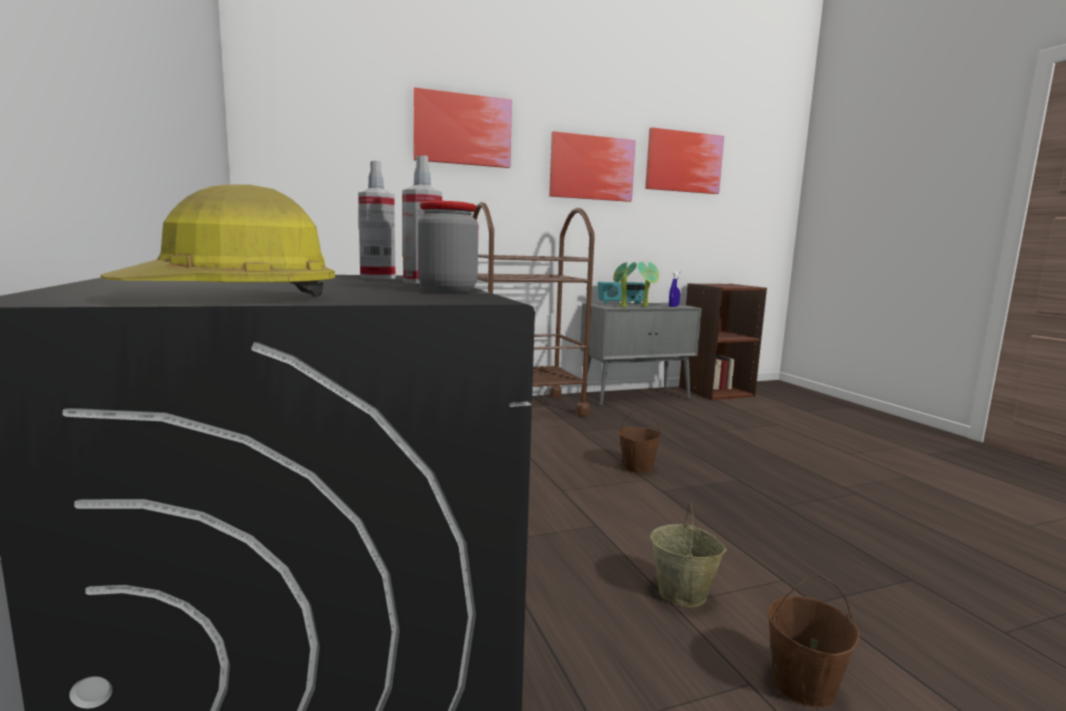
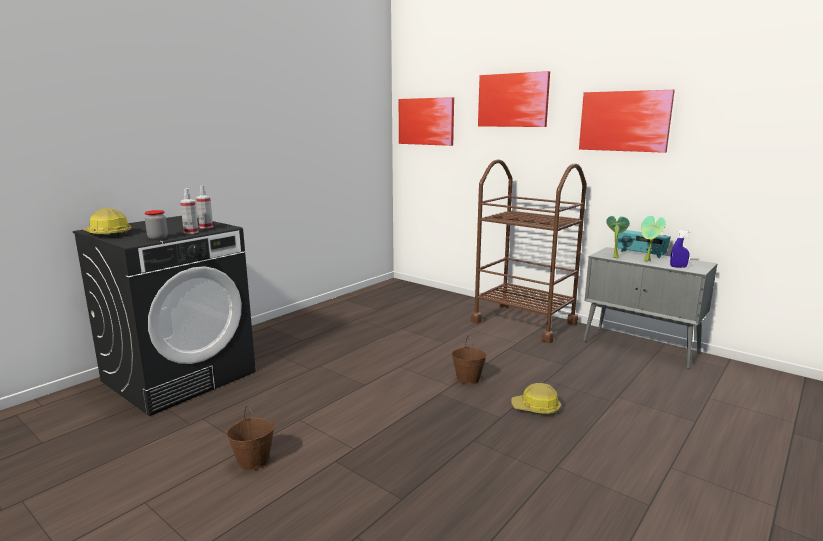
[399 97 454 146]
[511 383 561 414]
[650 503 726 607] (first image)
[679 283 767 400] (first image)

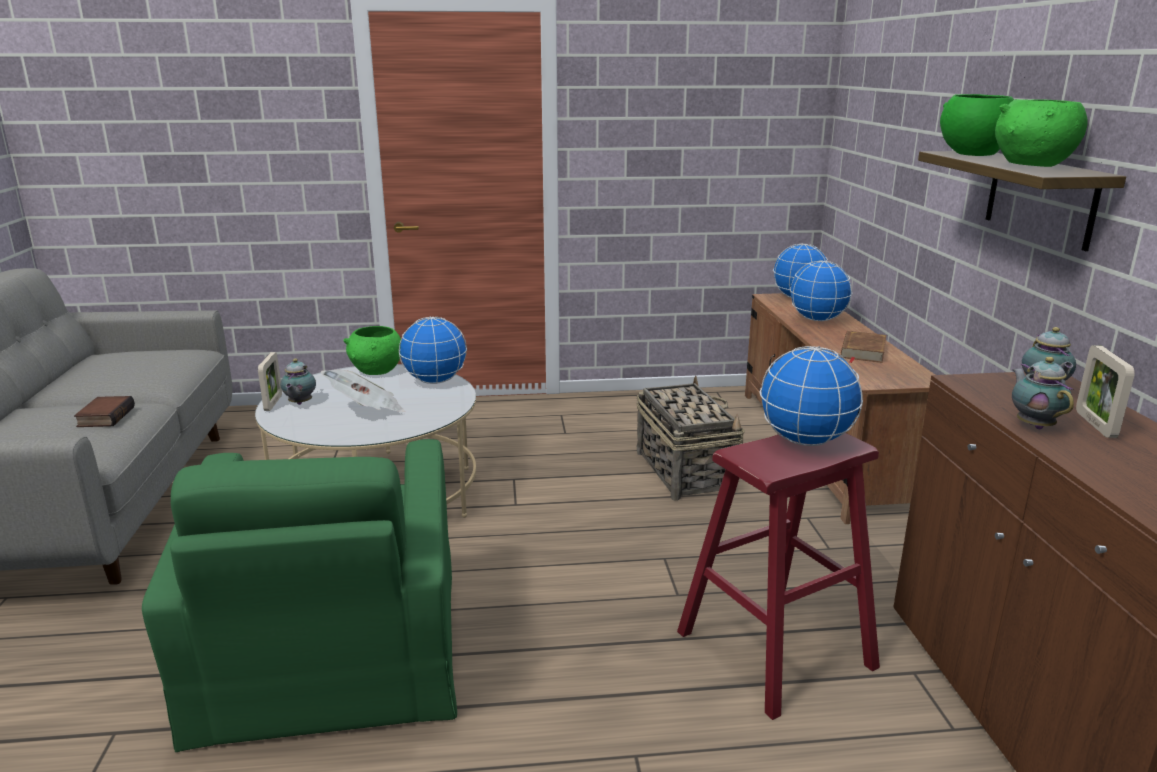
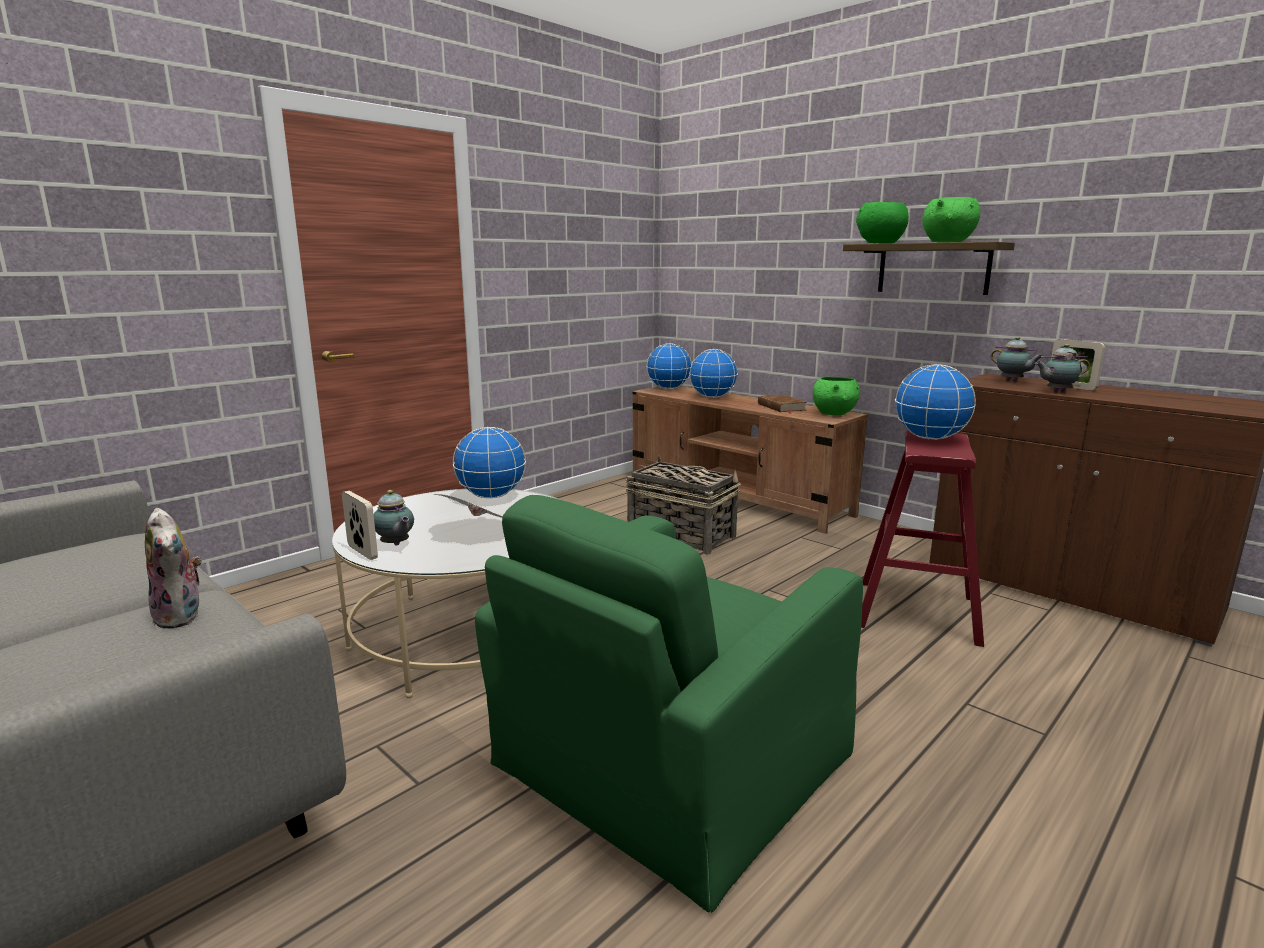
[145 508 202 629]
[475 495 863 913]
[813 377 860 415]
[1035 344 1090 392]

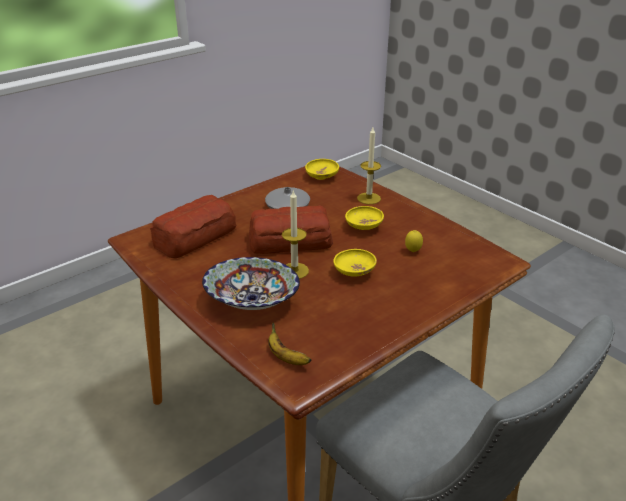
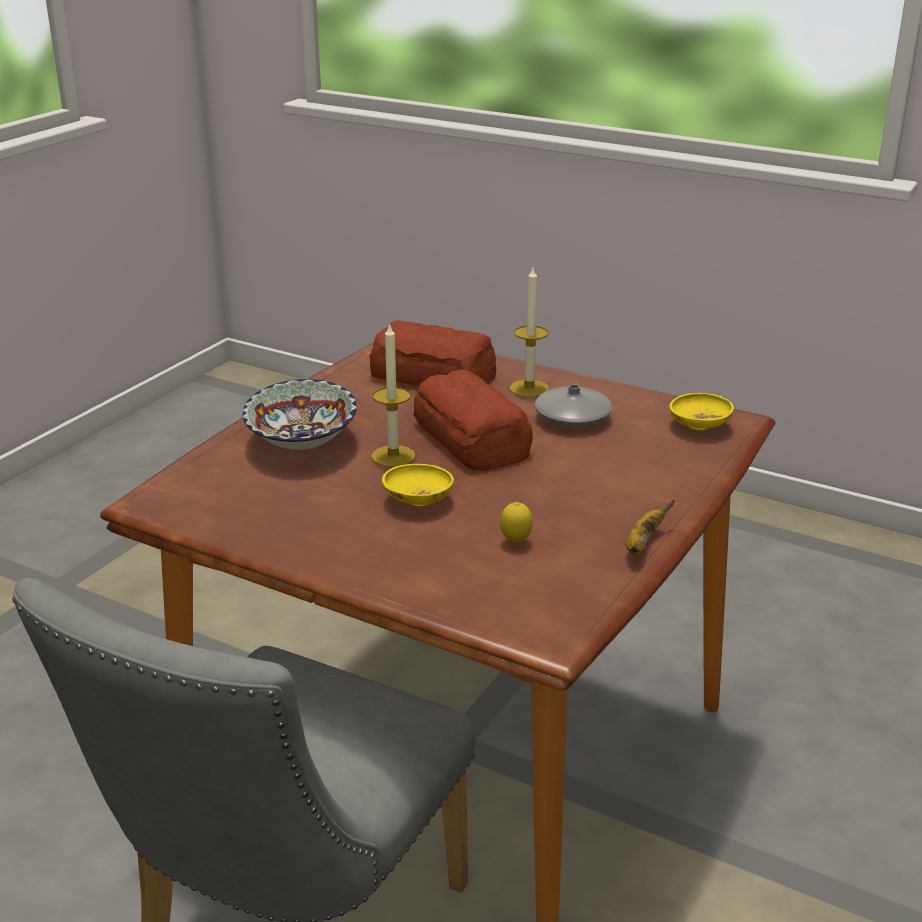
[510 268 549 397]
[626 500 675 555]
[345 206 384 230] (first image)

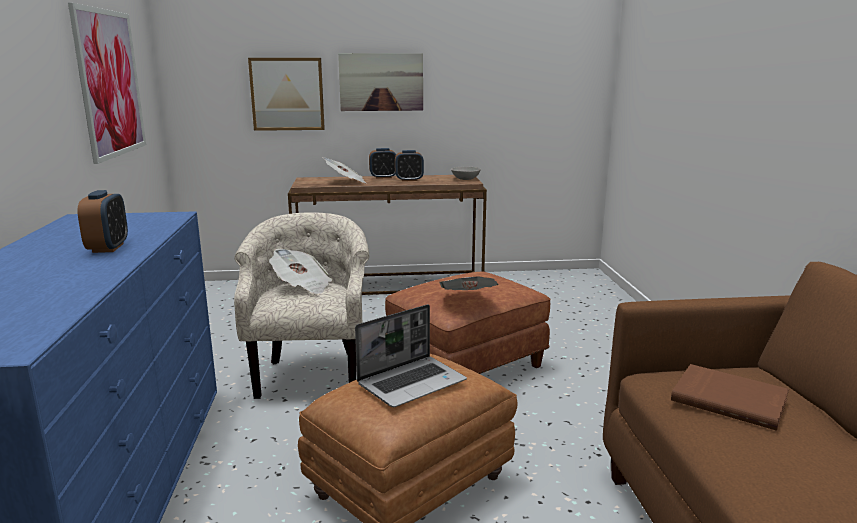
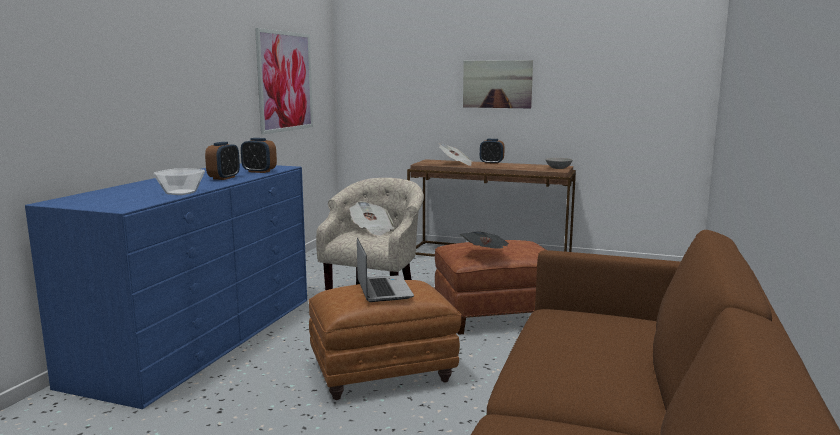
[153 168 205 195]
[241 138 277 173]
[357 238 414 302]
[248 58 325 131] (first image)
[671 364 789 431] (first image)

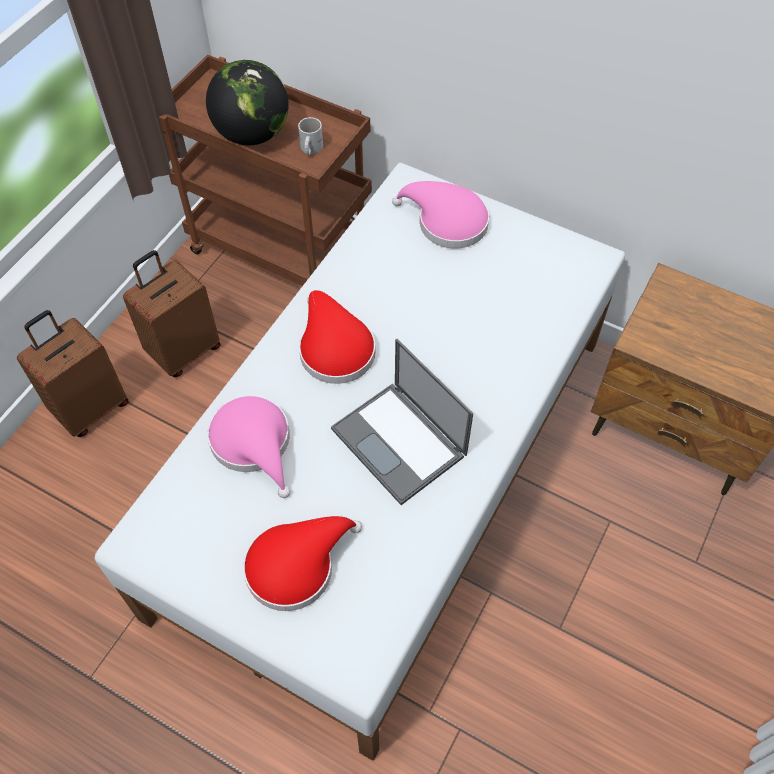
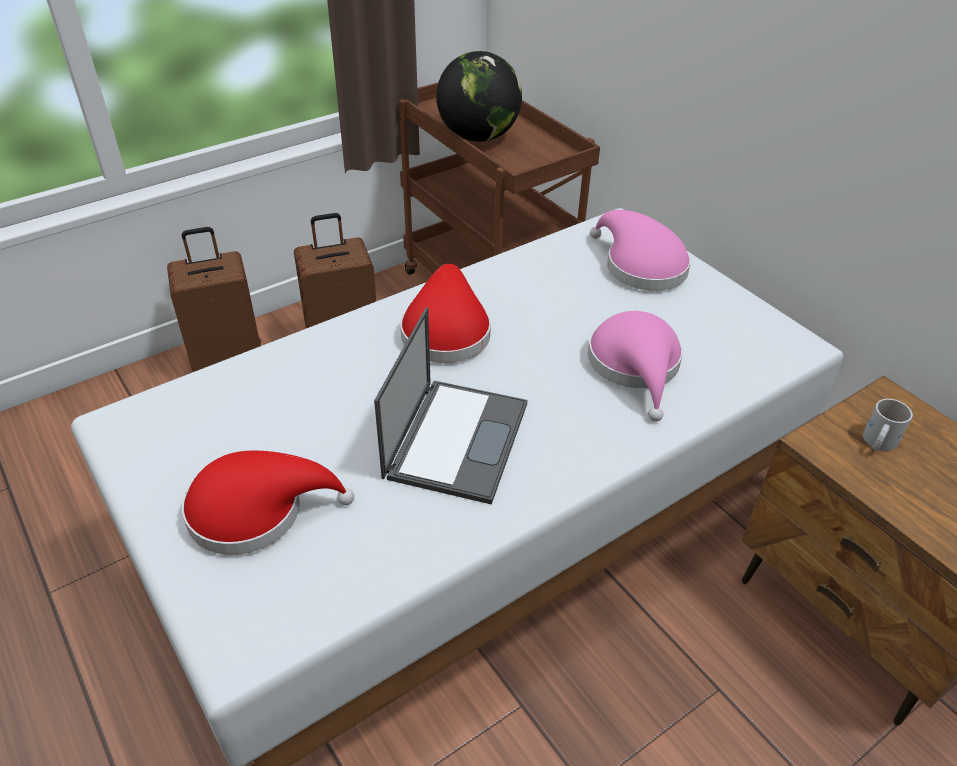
[374 307 527 505]
[588 311 683 422]
[863 399 913 451]

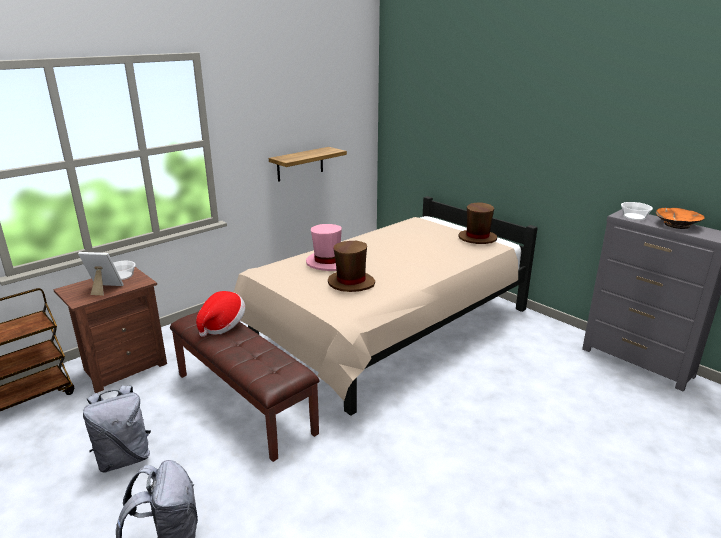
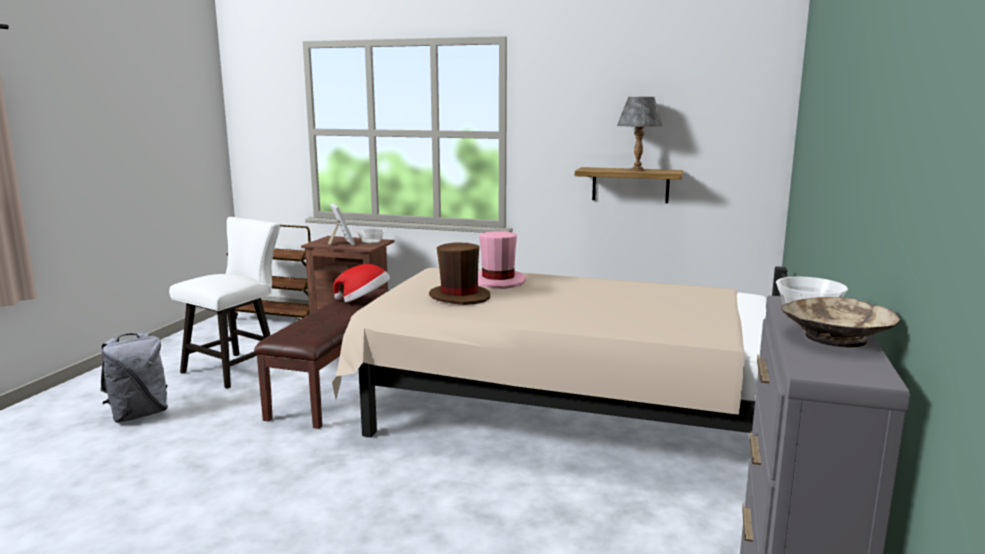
[169 217 280 389]
[617 97 663 171]
[781 297 900 347]
[458 202 497 244] (first image)

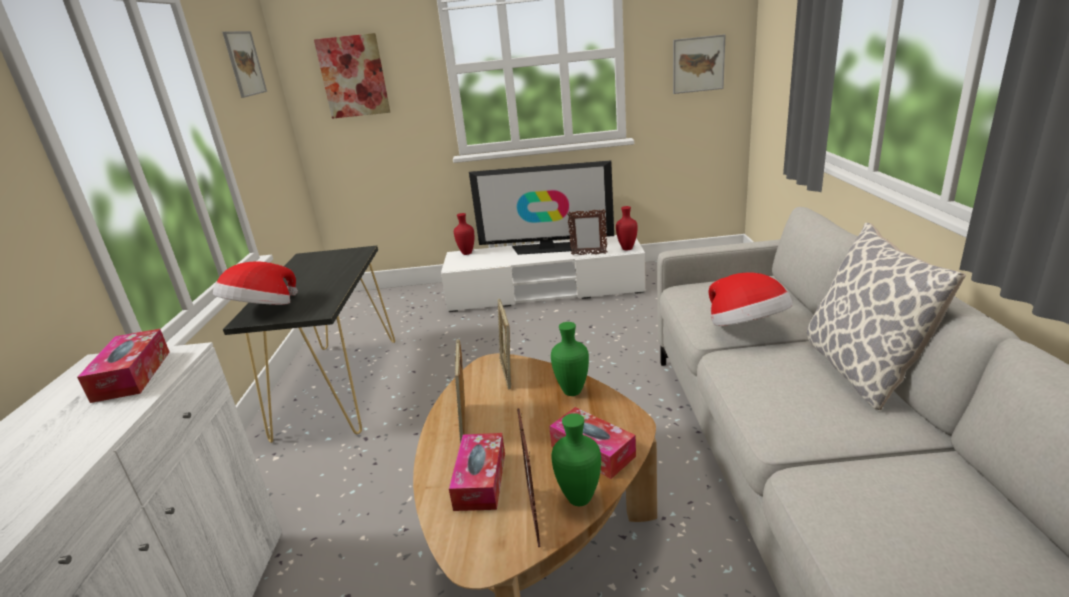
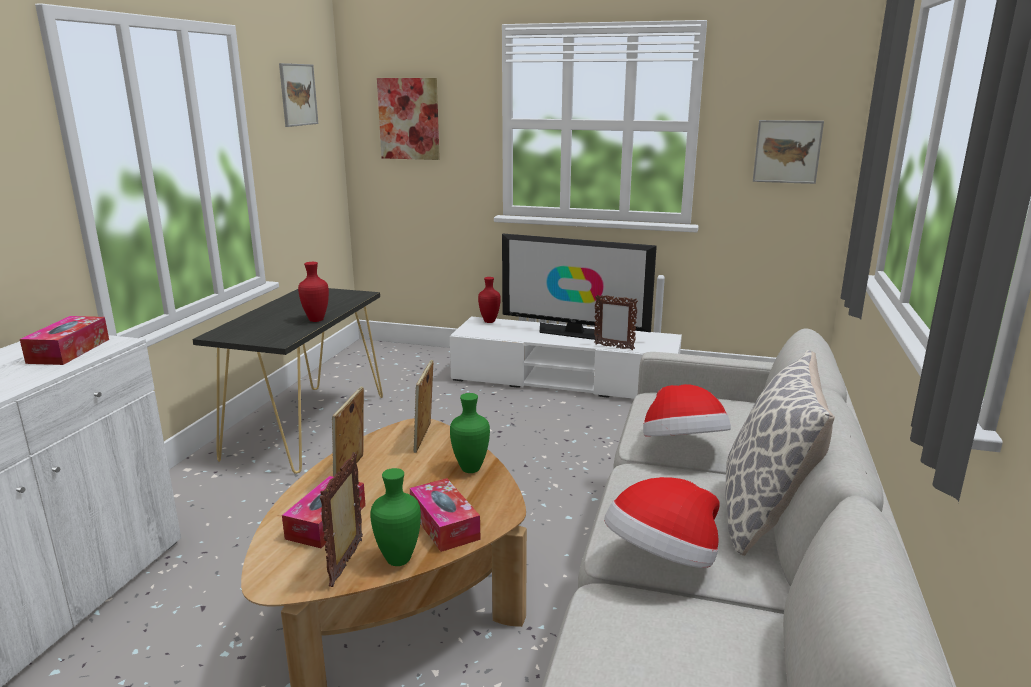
[298 262 329 322]
[604 477 720 568]

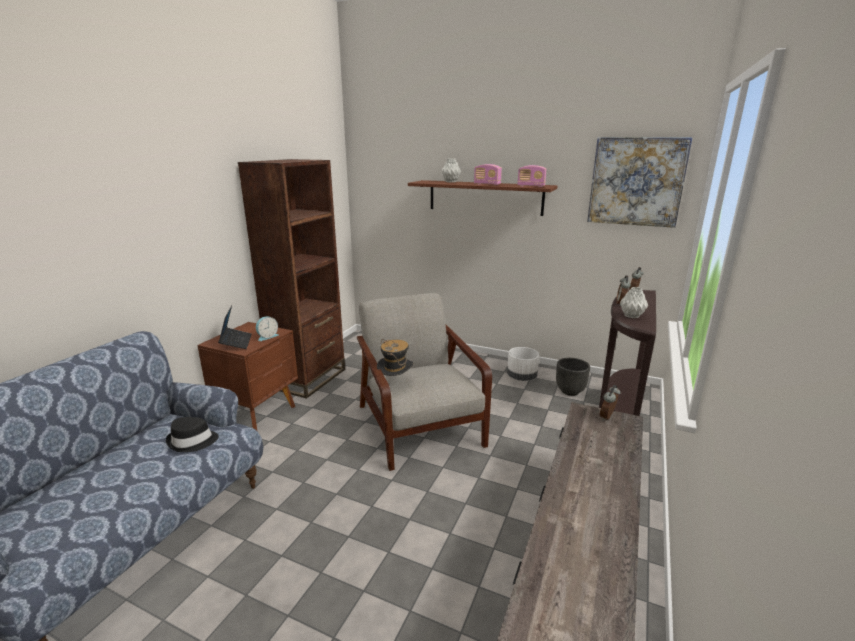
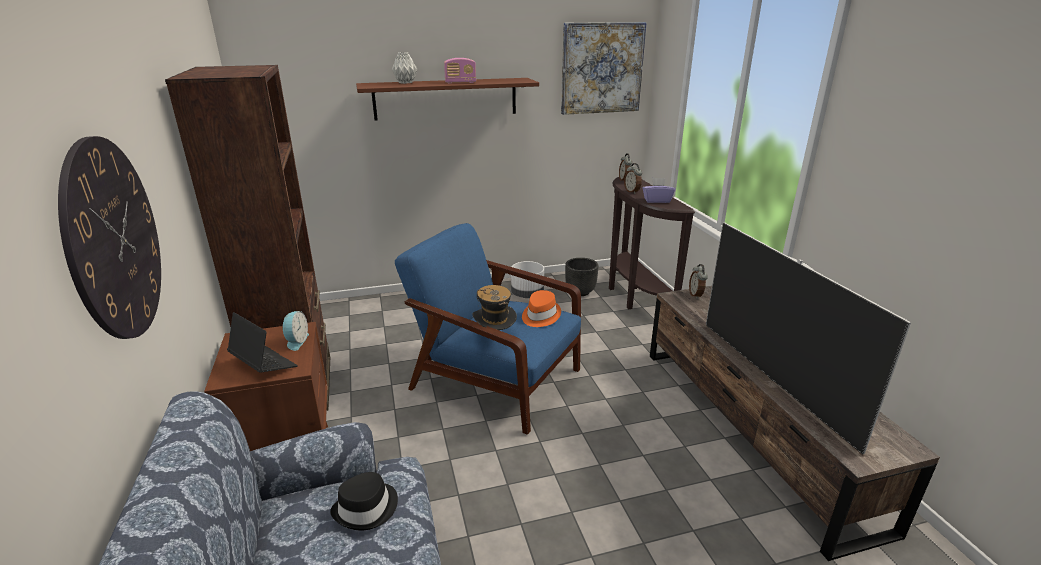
[58 136 161 339]
[395 223 581 435]
[522 290 561 327]
[643 178 675 203]
[706 223 911 454]
[518 165 547 187] (first image)

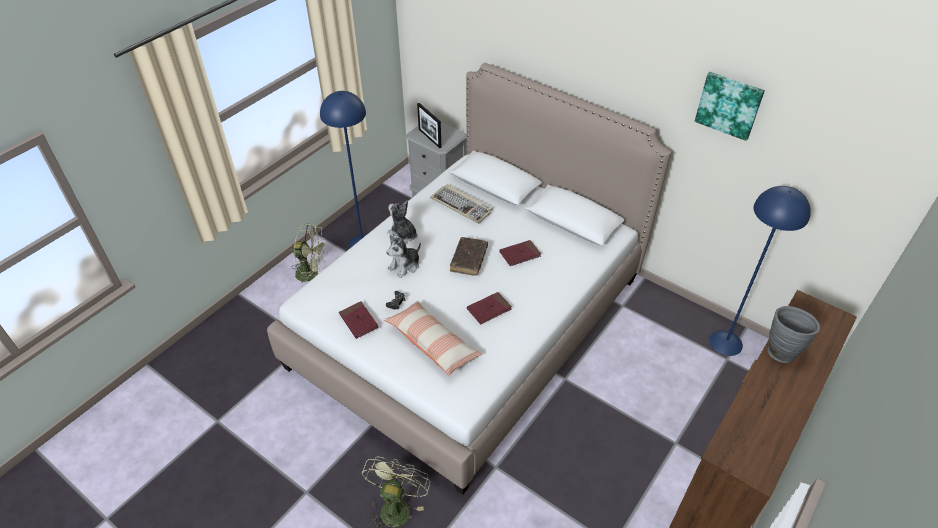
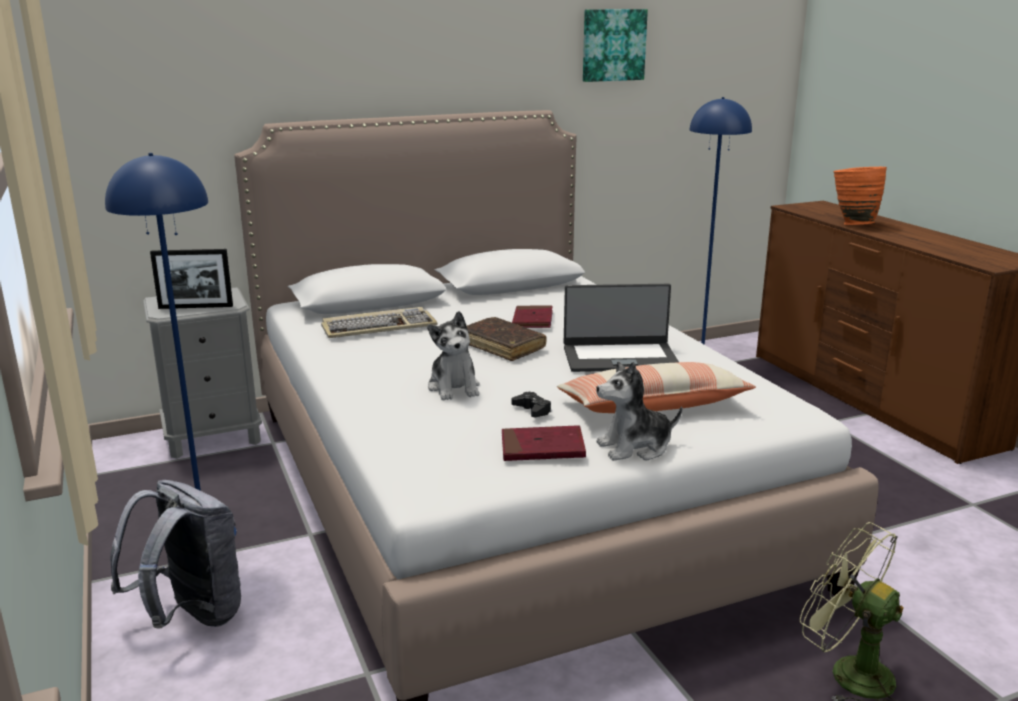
[110 480 241 629]
[564 284 679 372]
[596 361 682 461]
[834 167 887 225]

